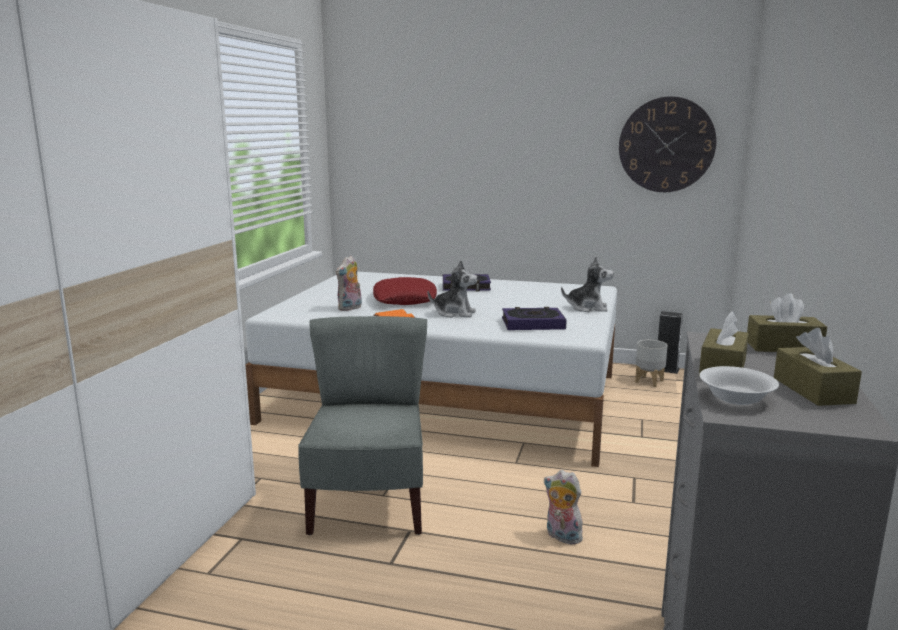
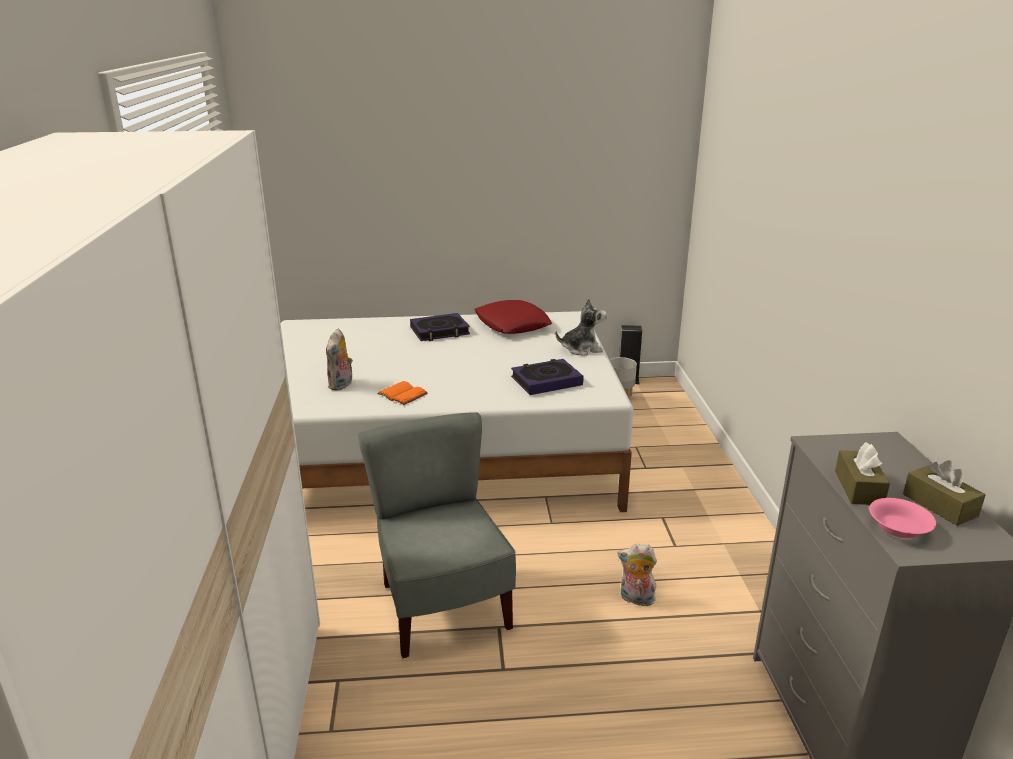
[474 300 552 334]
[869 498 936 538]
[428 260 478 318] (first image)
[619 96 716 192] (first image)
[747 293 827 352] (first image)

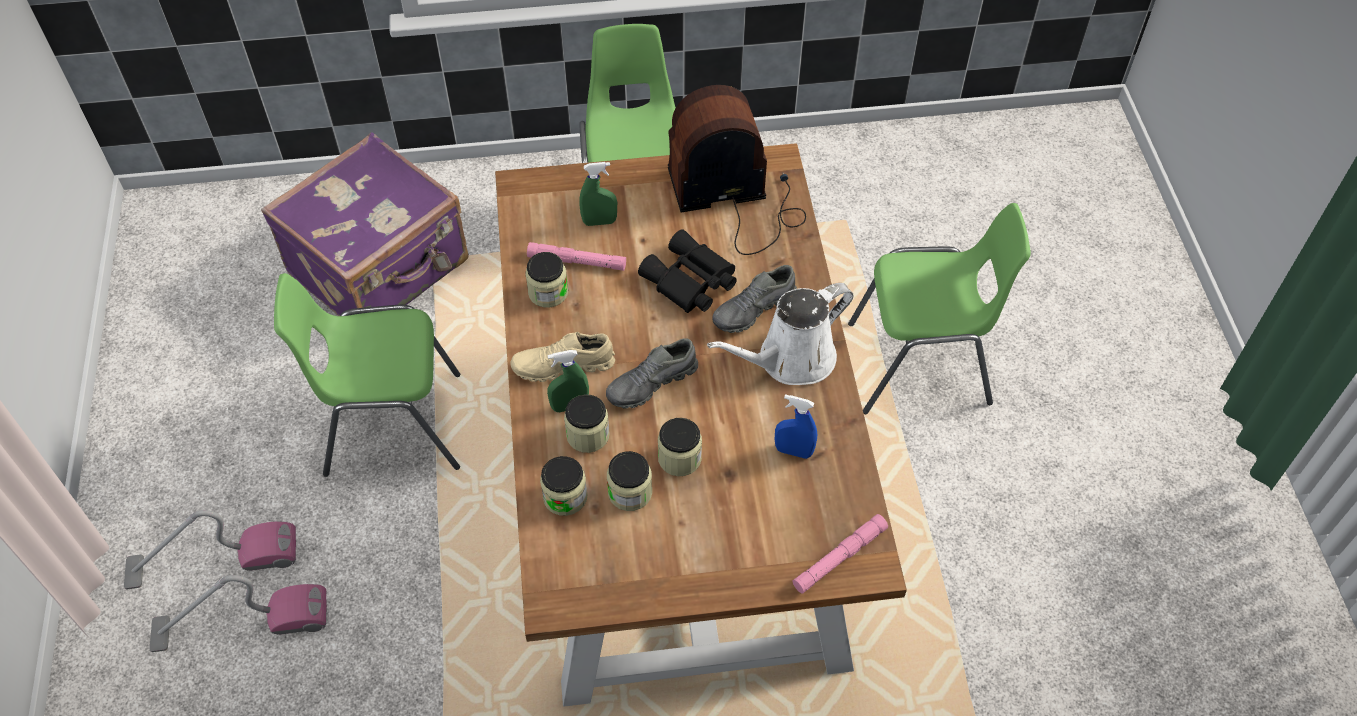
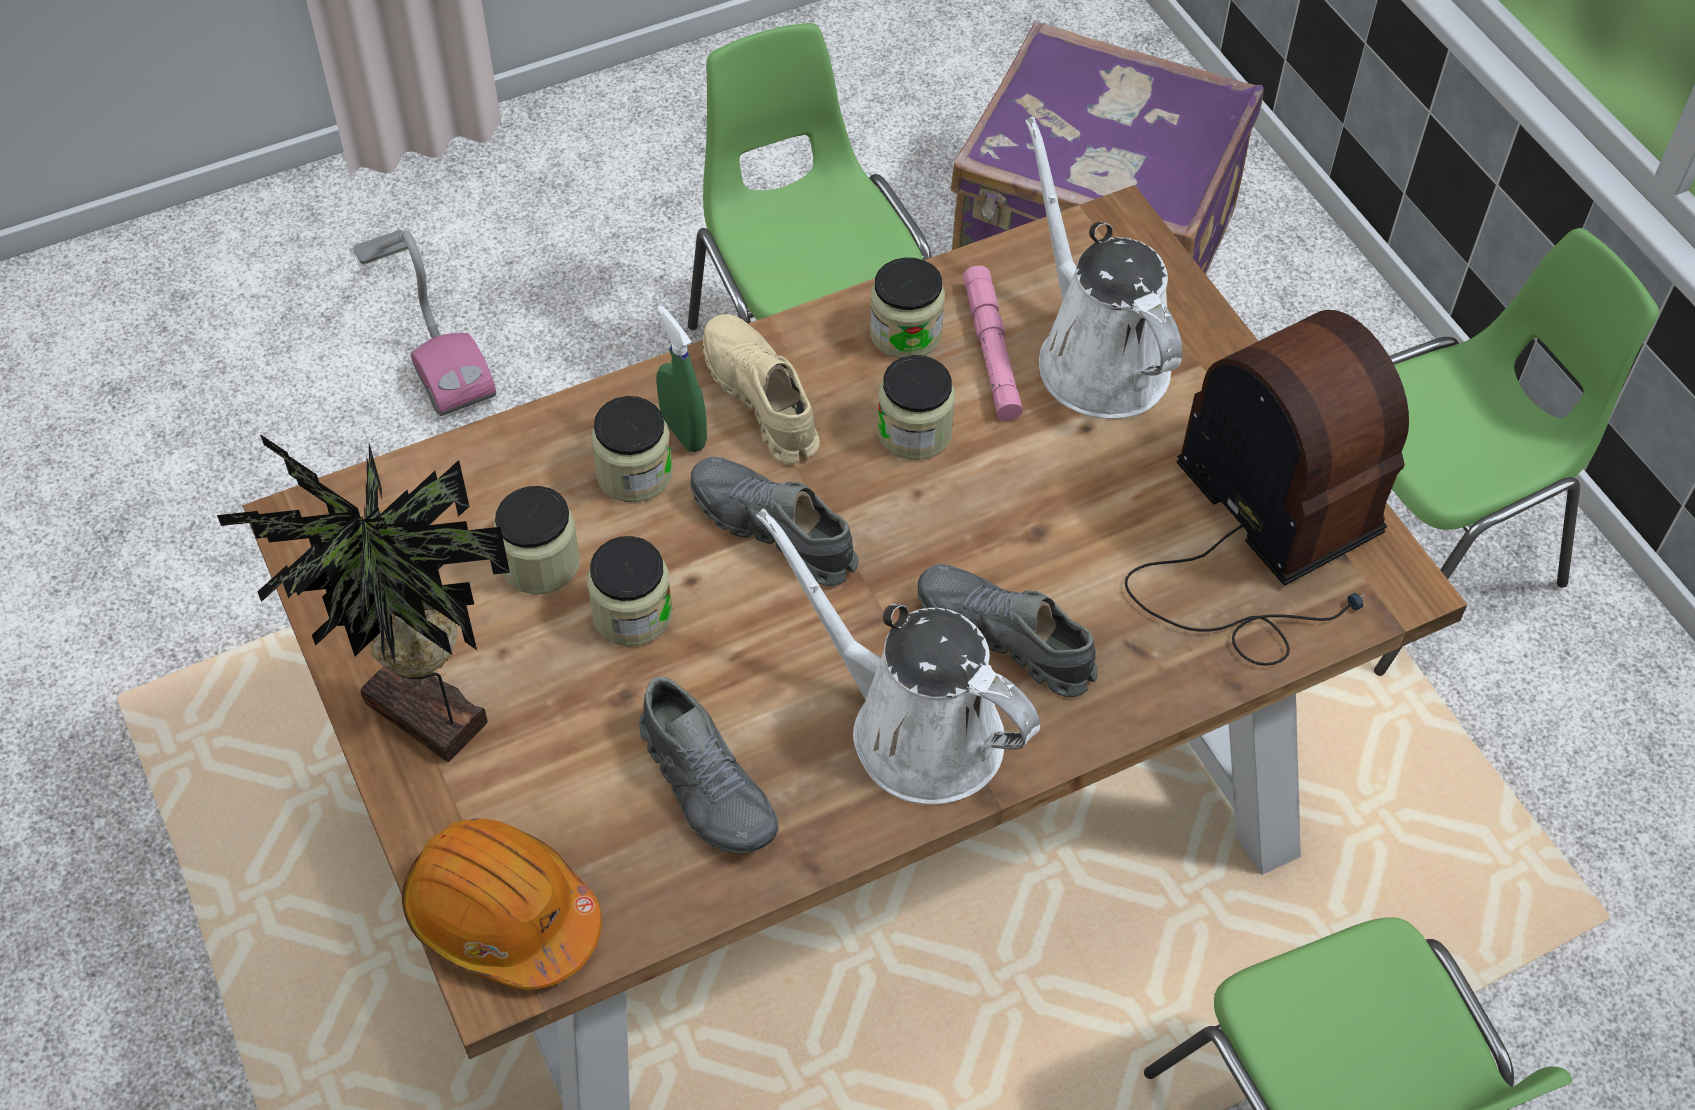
[217 434 510 762]
[402 818 602 990]
[639 676 779 854]
[877 355 955 460]
[1025 116 1182 419]
[124 510 296 589] (first image)
[638 229 737 313] (first image)

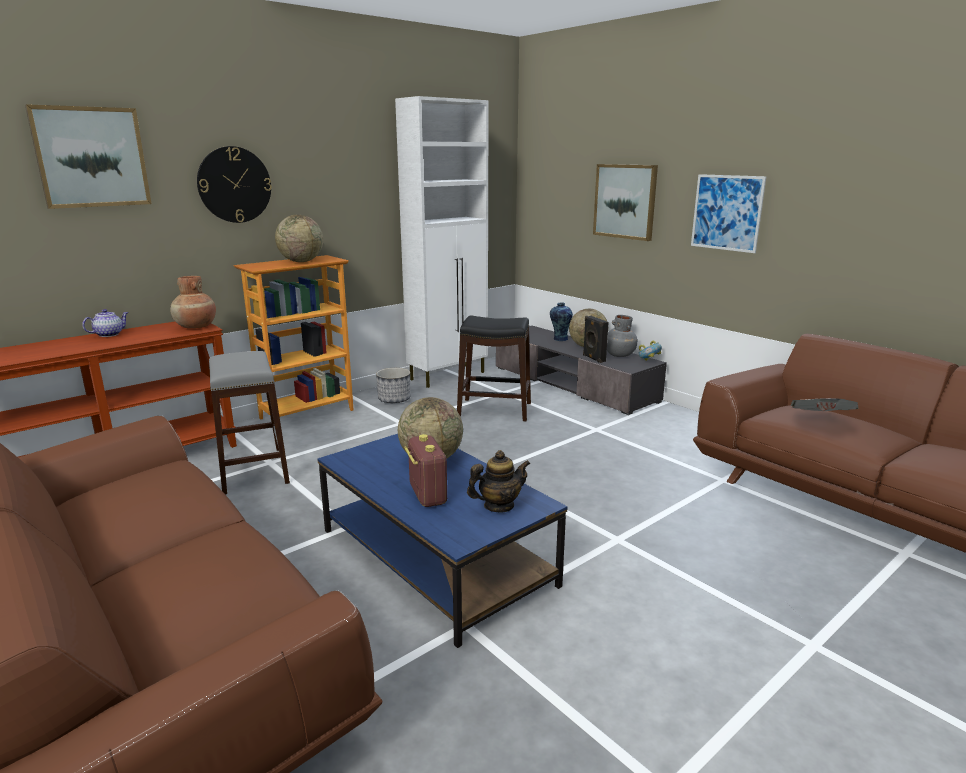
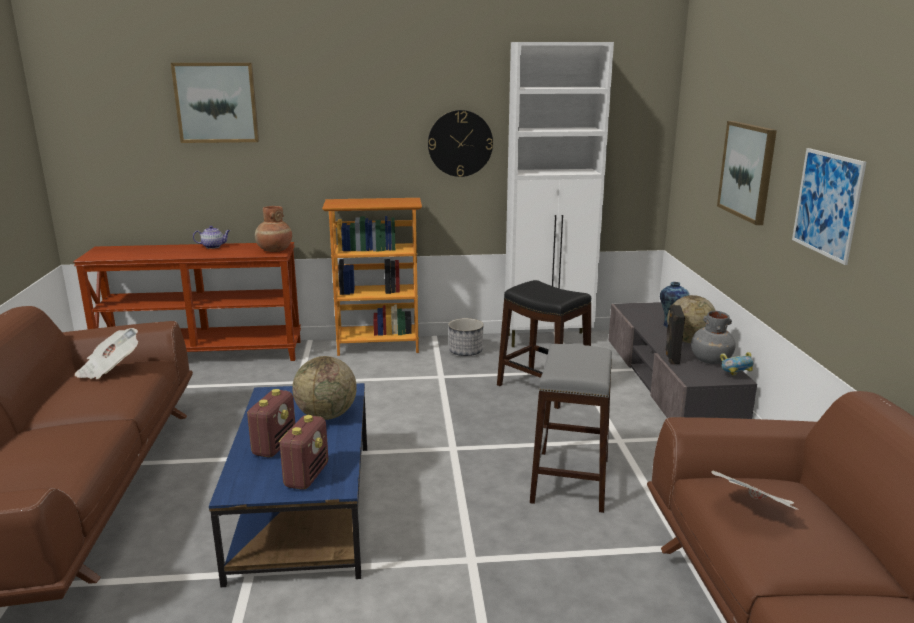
[75 328 138 379]
[279 415 328 490]
[428 110 493 177]
[530 344 612 513]
[275 215 323 262] (first image)

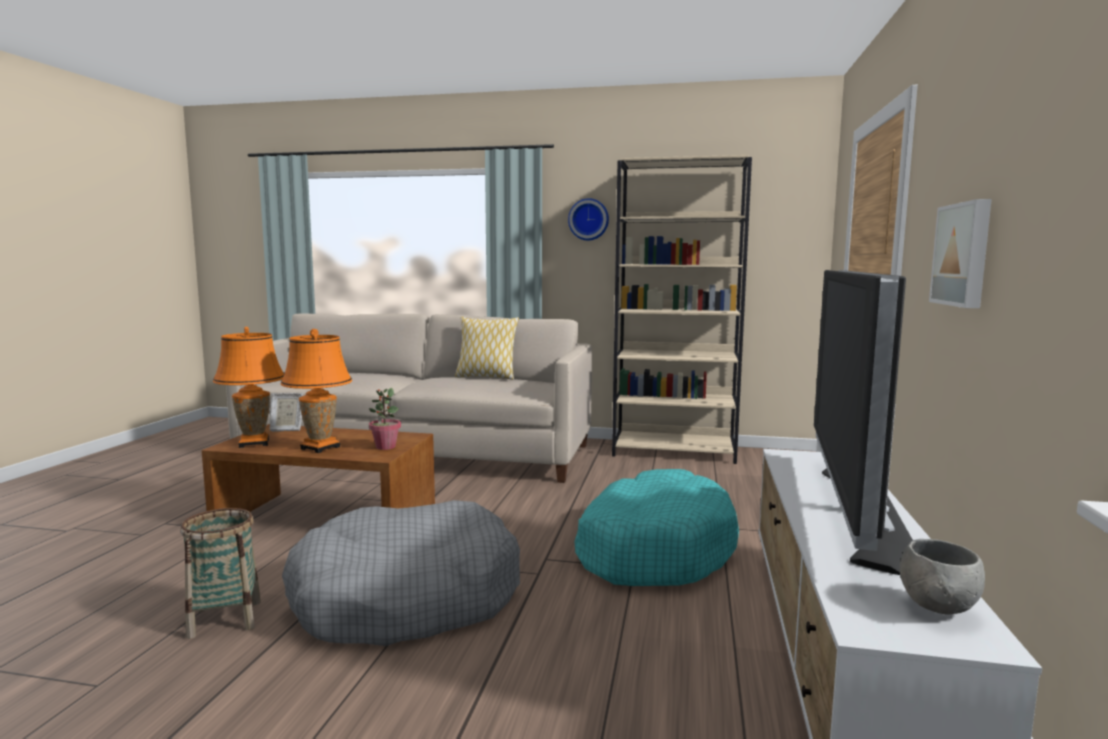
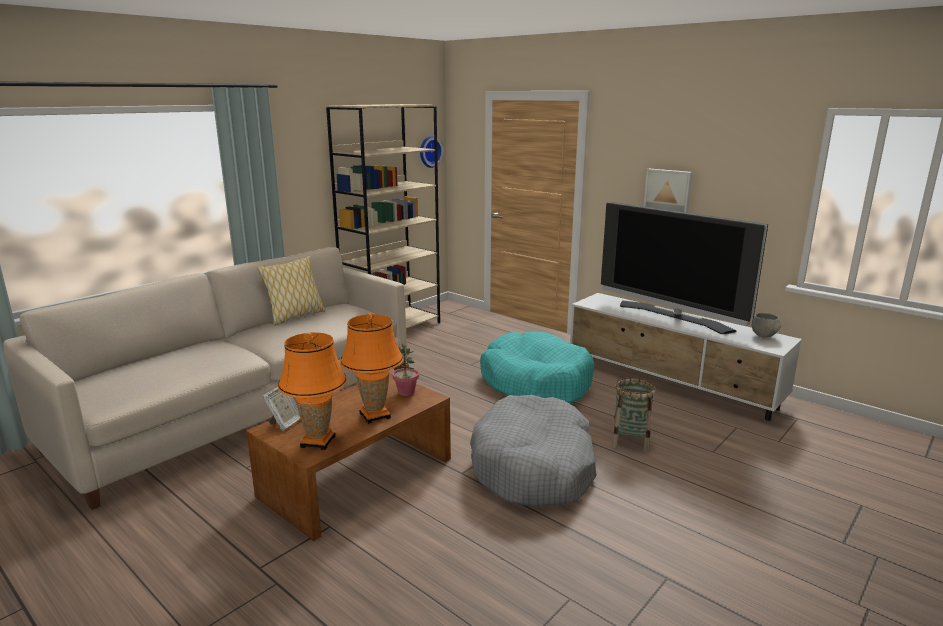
[420 136 443 168]
[612 377 656 452]

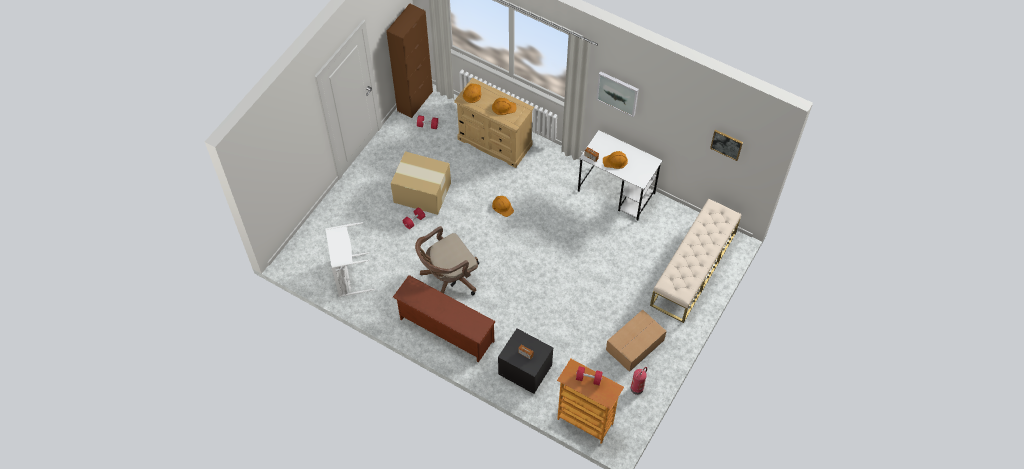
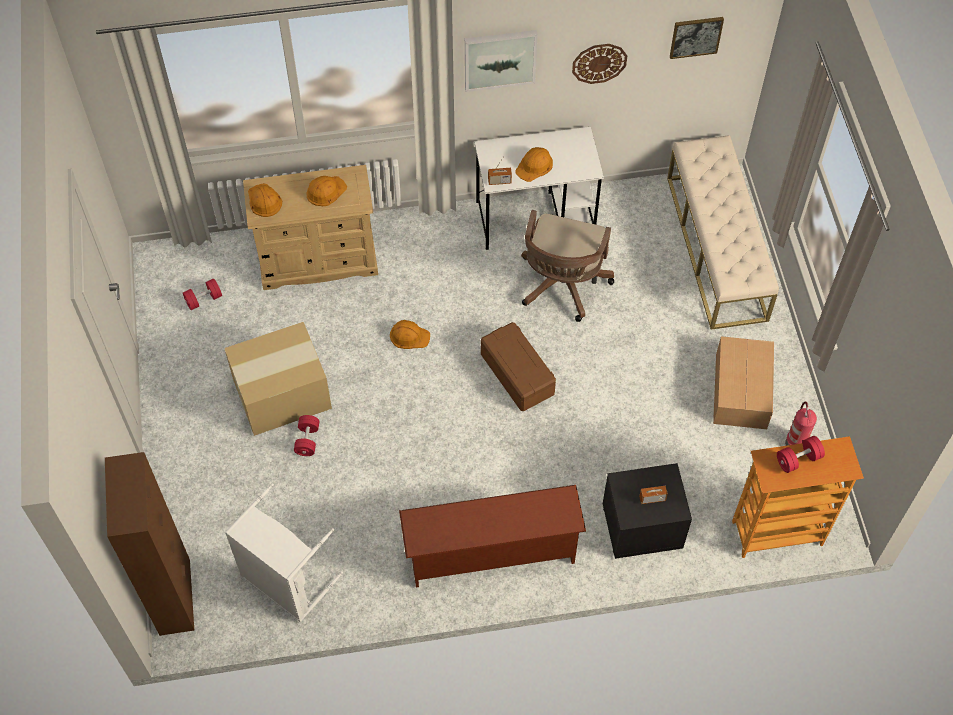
[105 452 195 636]
[481 322 556 411]
[521 210 614 322]
[572 44 627 84]

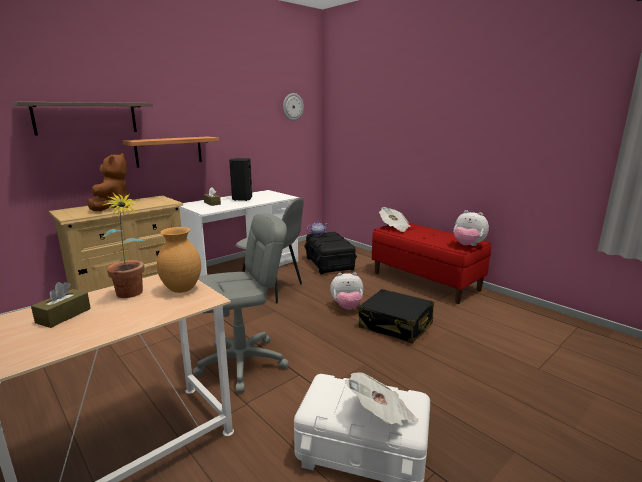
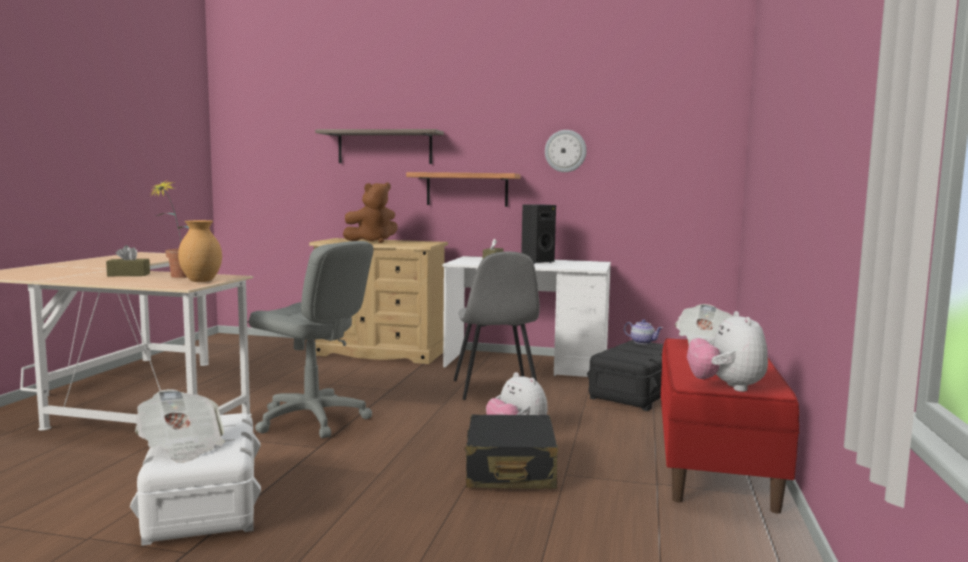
[545 130 587 172]

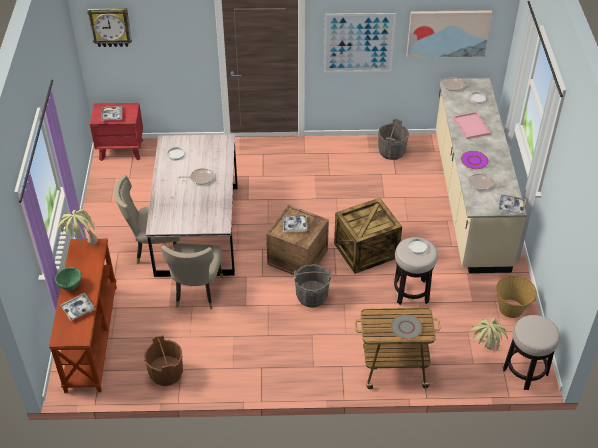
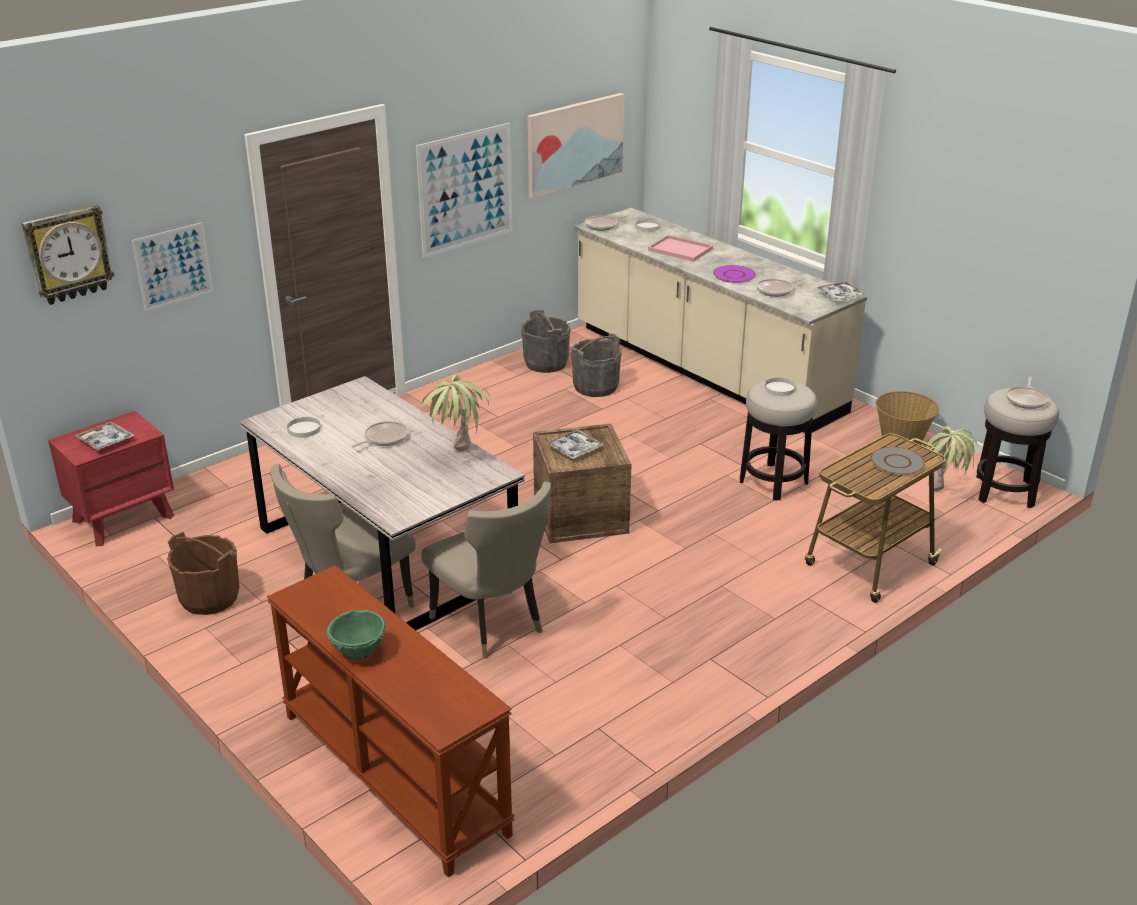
[132 222 213 311]
[167 532 240 615]
[421 375 491 451]
[571 334 622 397]
[1006 377 1049 409]
[60 293 95 321] (first image)
[334 198 402 274] (first image)

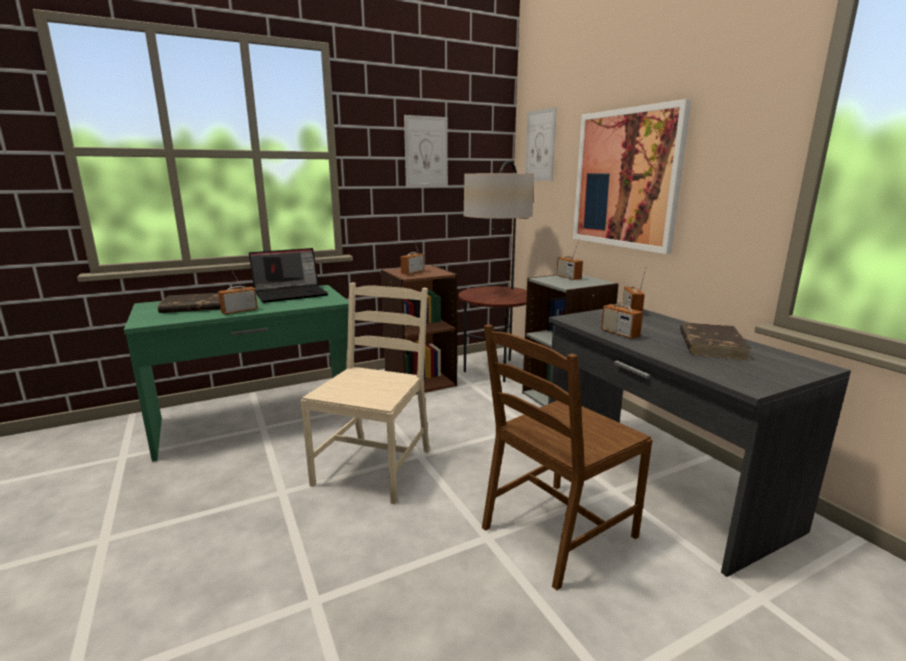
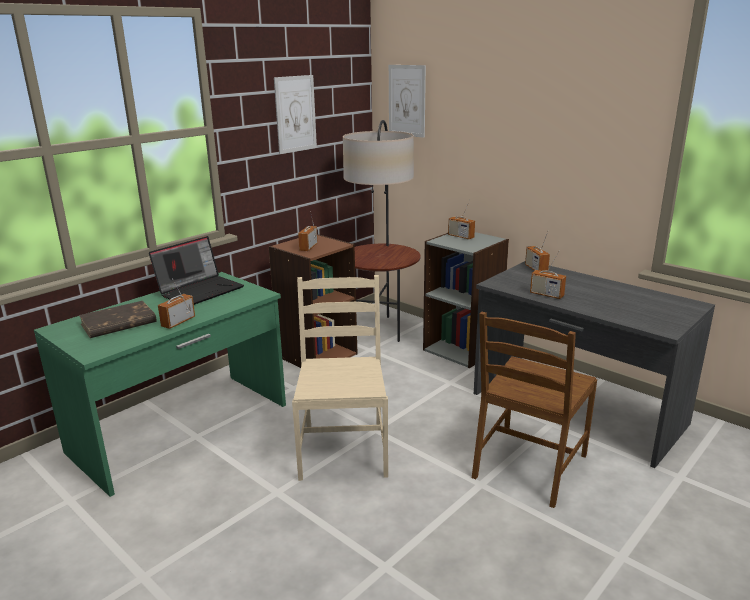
[573 99 691 254] (first image)
[680 323 752 360] (first image)

